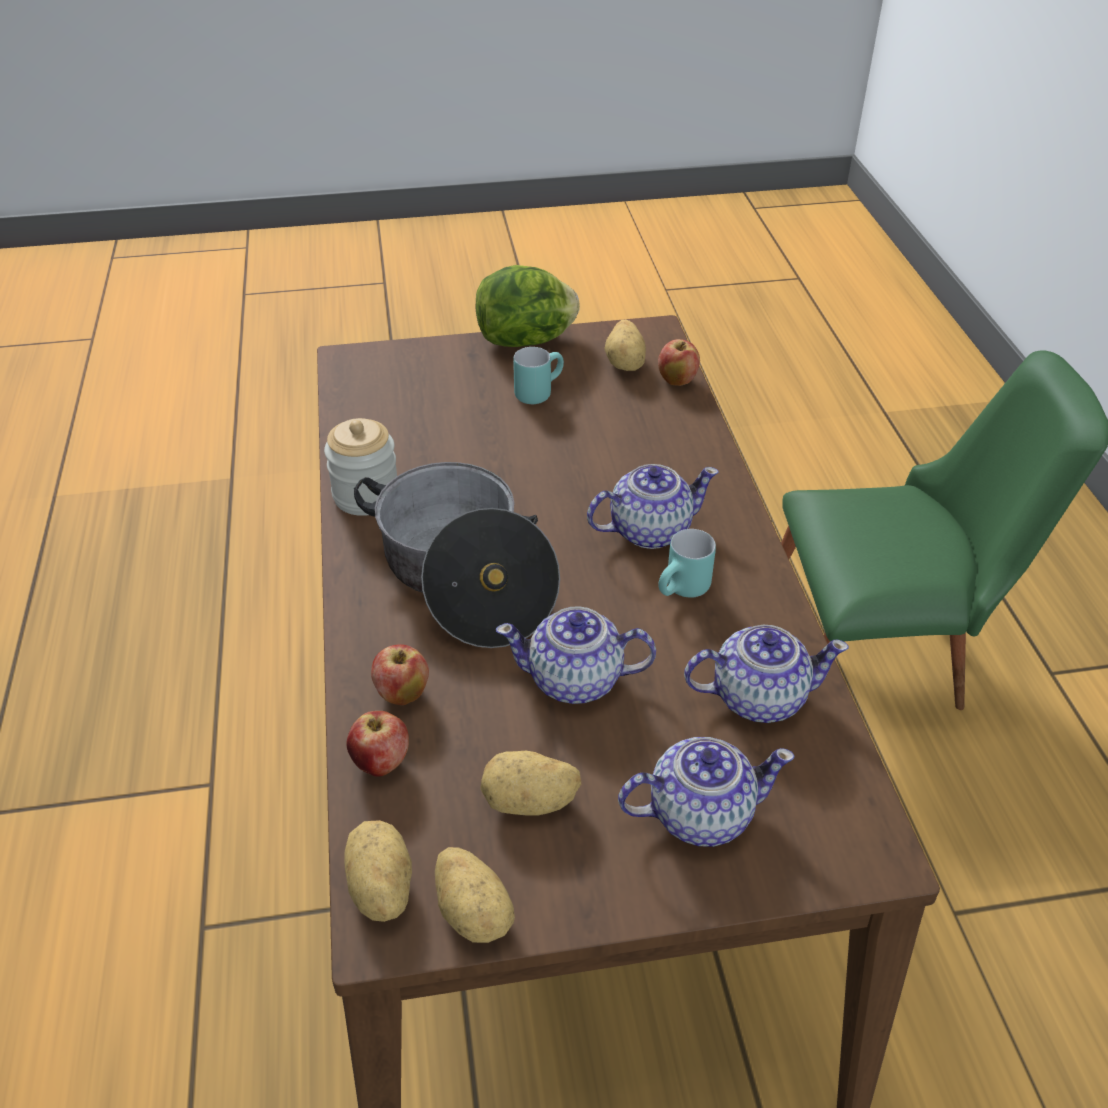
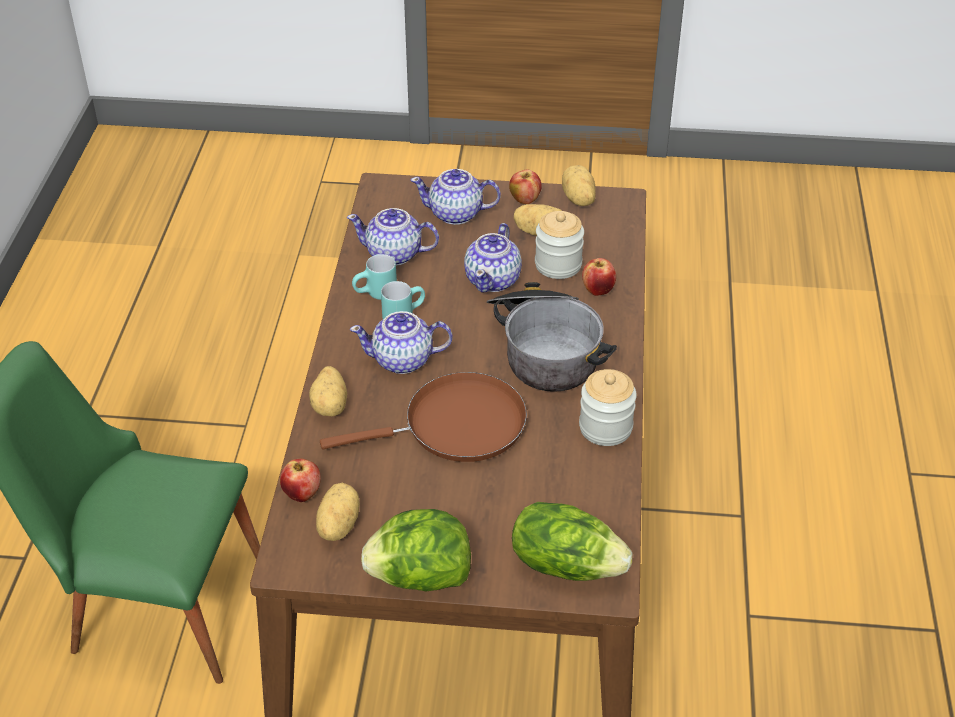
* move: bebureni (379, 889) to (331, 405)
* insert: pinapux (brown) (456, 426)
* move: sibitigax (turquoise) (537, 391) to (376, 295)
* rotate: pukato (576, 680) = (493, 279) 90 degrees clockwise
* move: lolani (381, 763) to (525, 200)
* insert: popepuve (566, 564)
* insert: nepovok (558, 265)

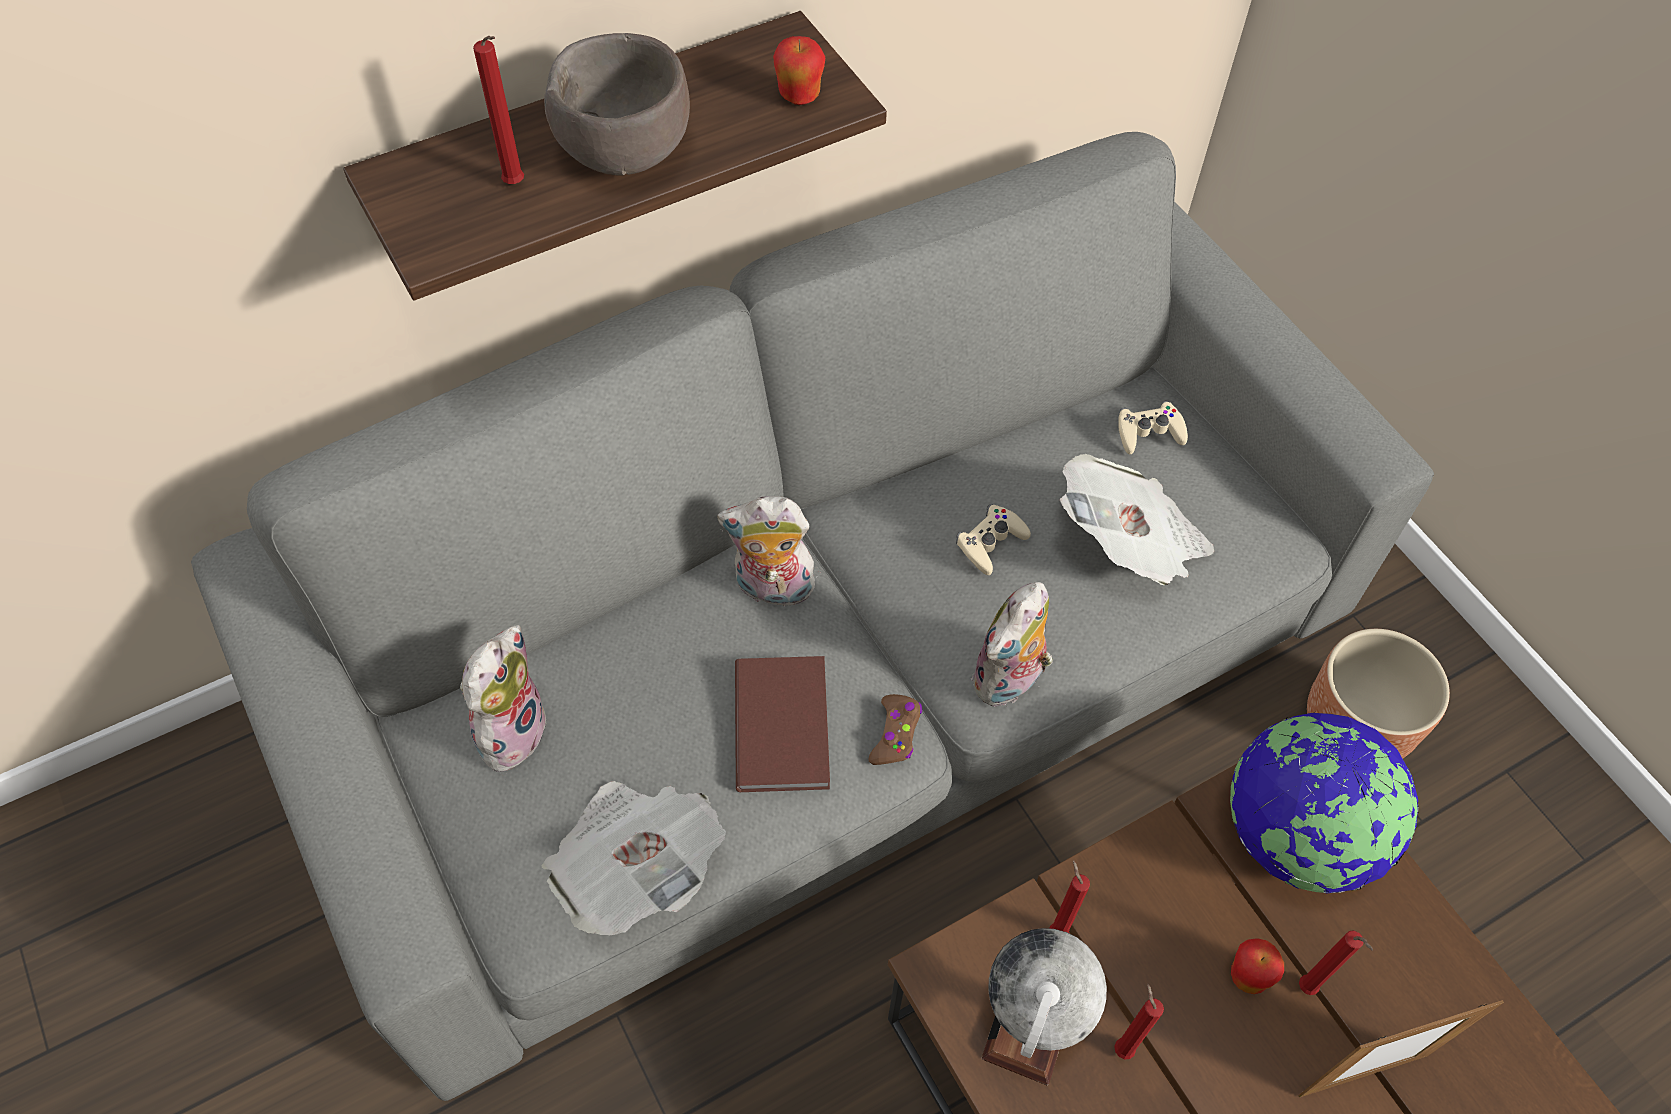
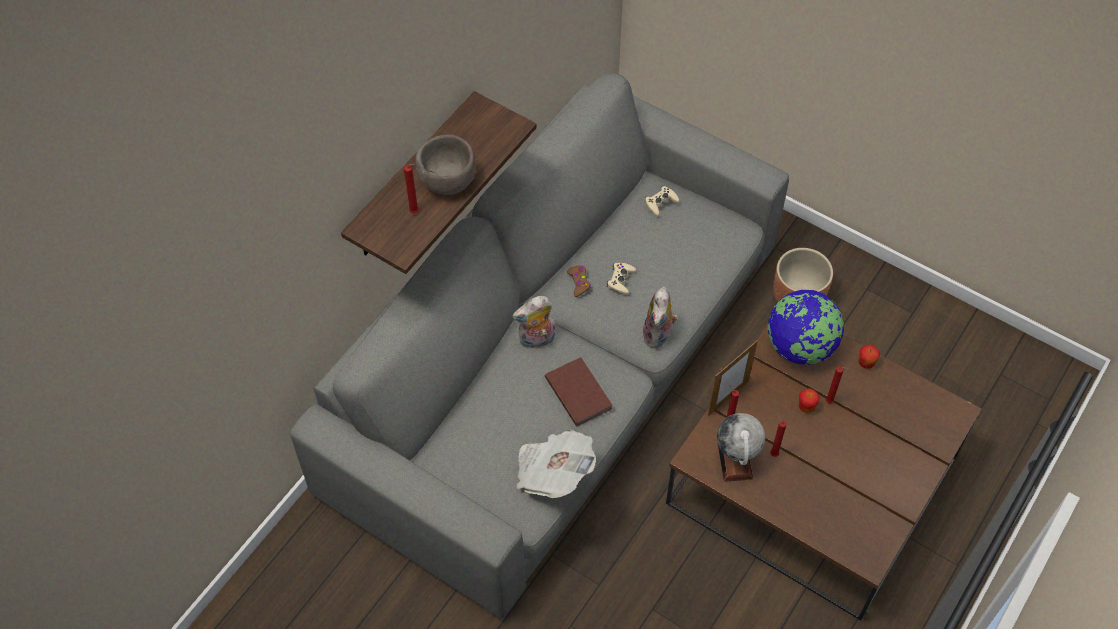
* move: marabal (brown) (895, 734) to (579, 282)
* move: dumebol (1363, 1075) to (728, 398)
* move: lolani (799, 97) to (866, 363)
* delete: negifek (510, 730)
* delete: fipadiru (1129, 544)

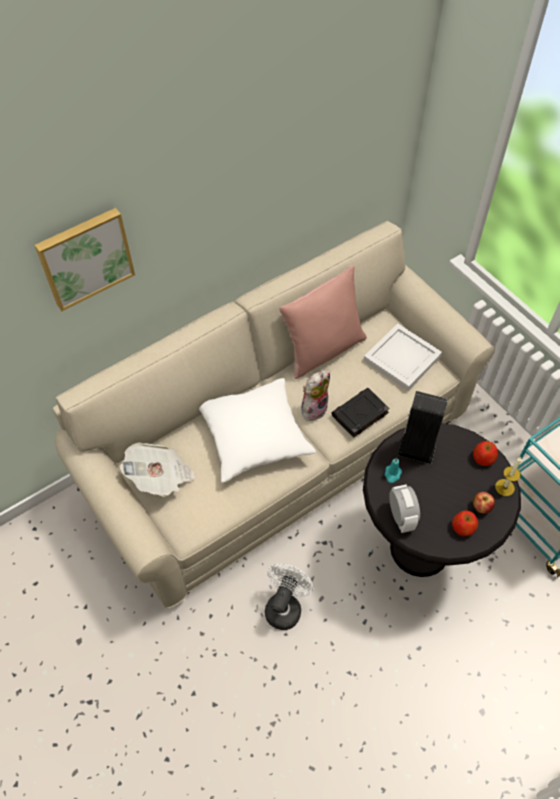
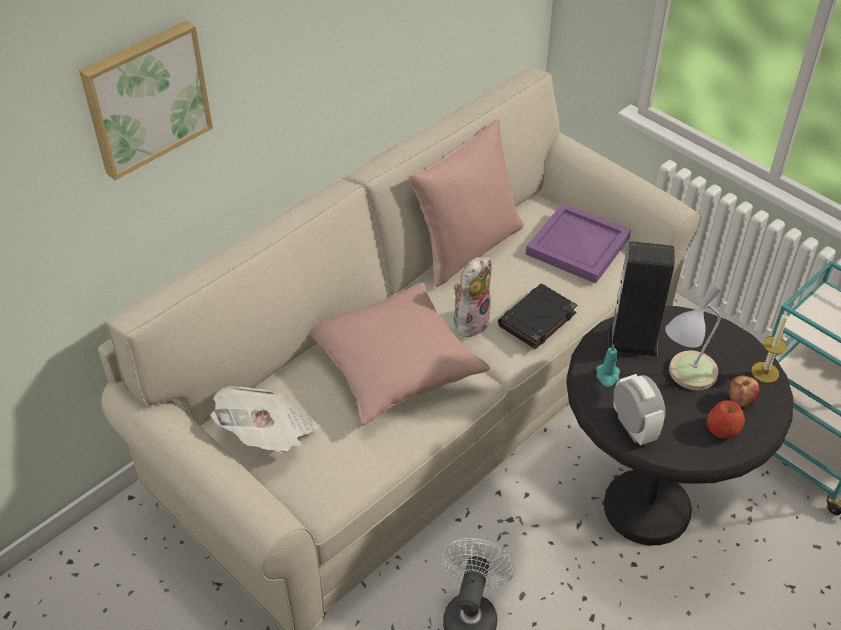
* recolor: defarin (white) (254, 436) to defarin (pink) (394, 365)
* recolor: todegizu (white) (402, 359) to todegizu (purple) (578, 247)
* insert: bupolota (684, 376)
* delete: lolani (483, 458)

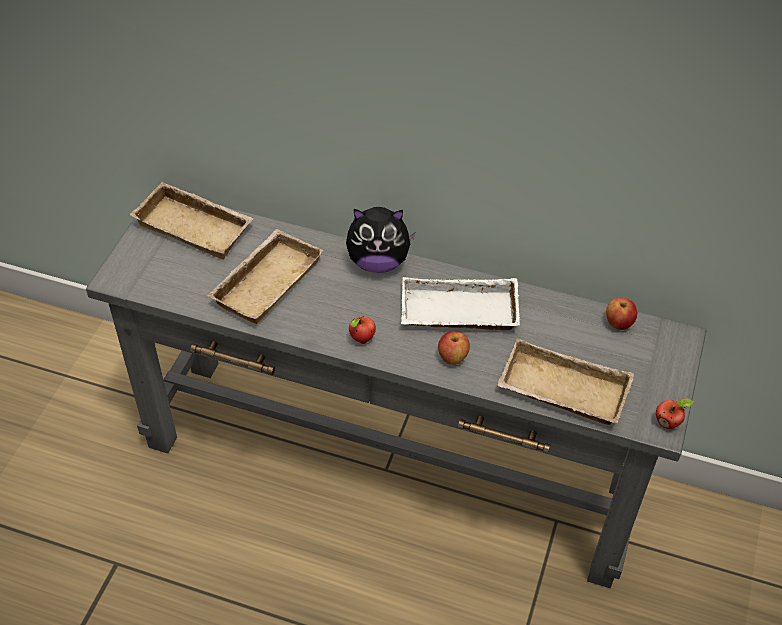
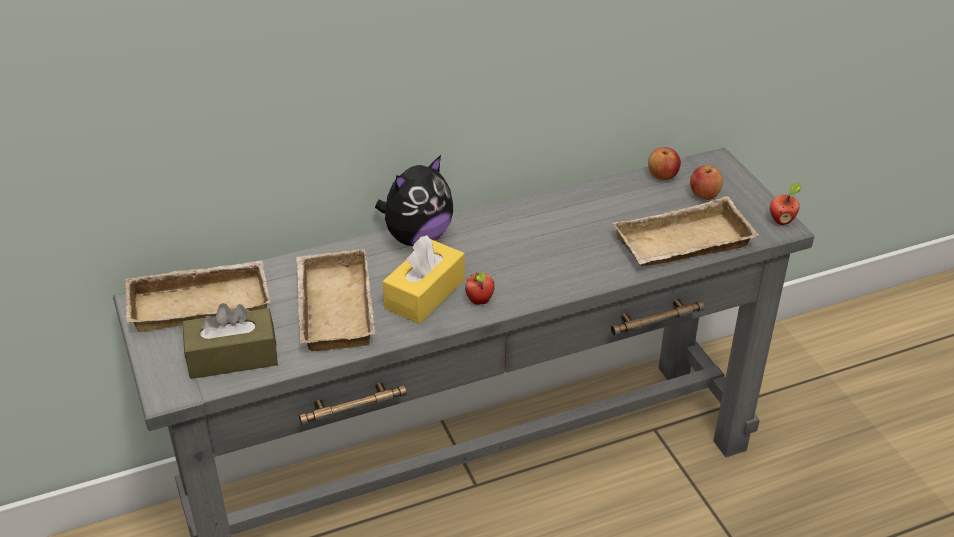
* insert: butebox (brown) (232, 357)
* insert: butebox (yellow) (425, 294)
* move: lolani (452, 357) to (704, 195)
* delete: todegizu (white) (457, 313)

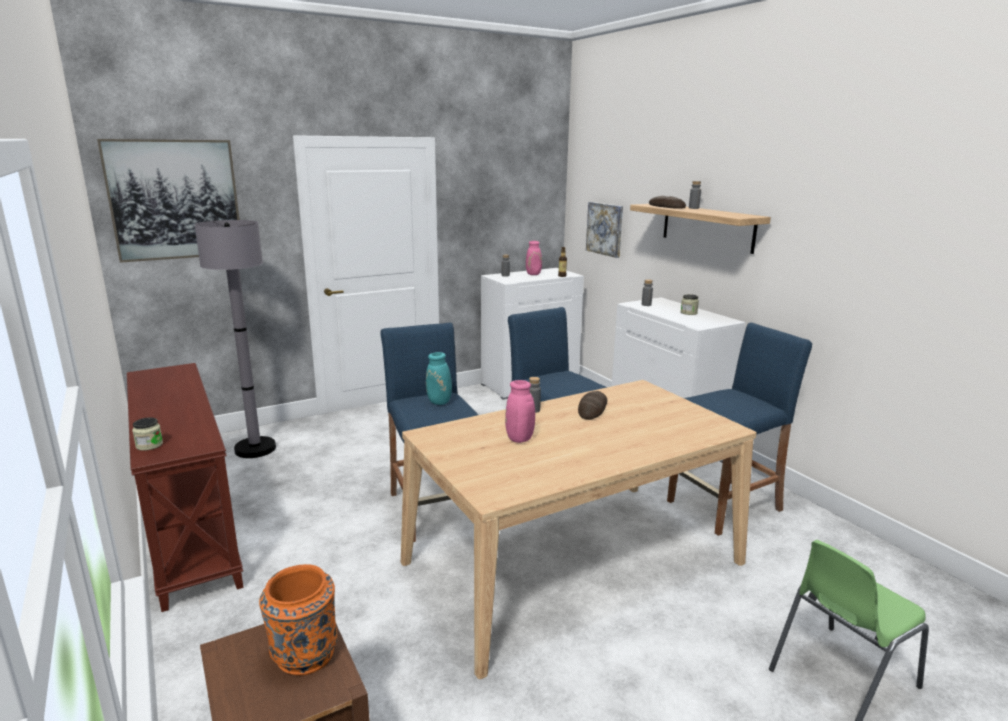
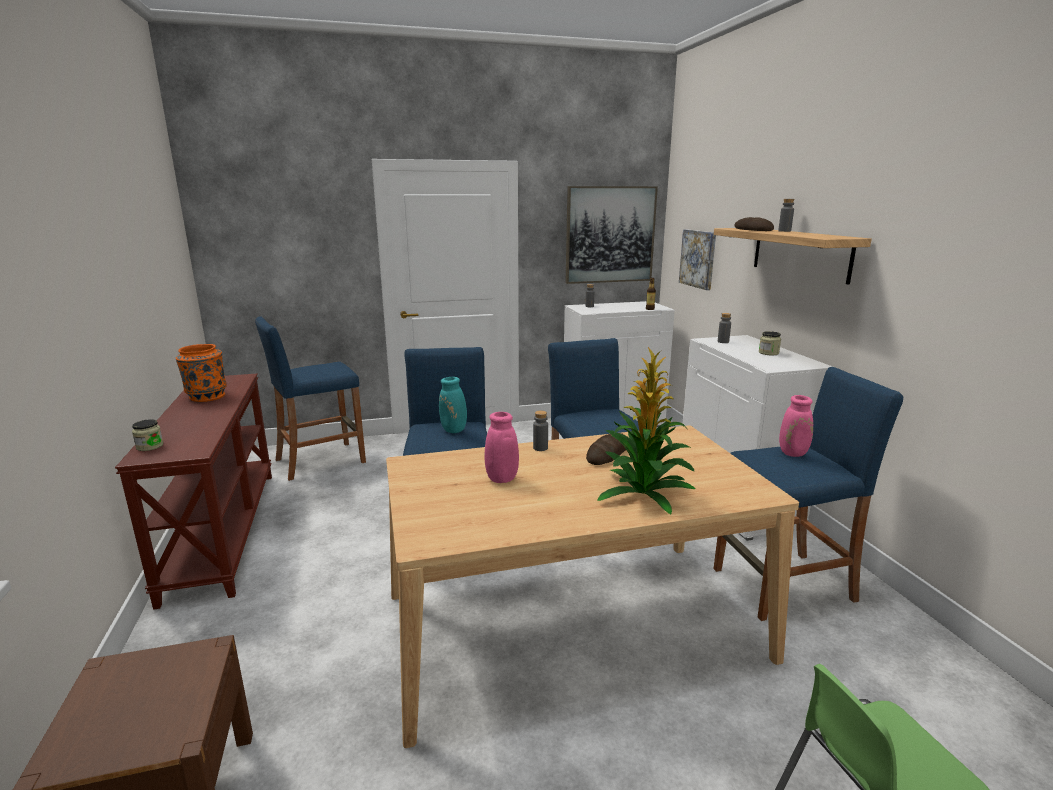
* move: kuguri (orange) (304, 655) to (206, 397)
* replace: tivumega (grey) (255, 449) to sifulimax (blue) (320, 461)
* move: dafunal (175, 200) to (610, 235)
* insert: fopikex (644, 492)
* move: kuguri (pink) (534, 274) to (794, 453)

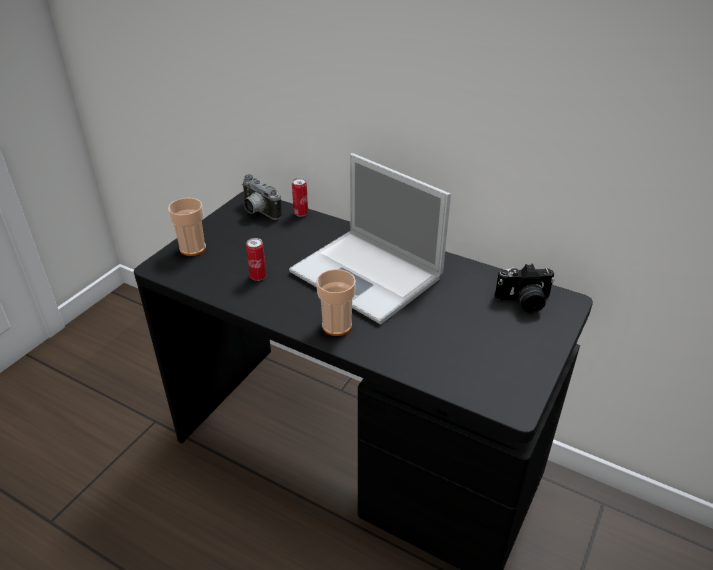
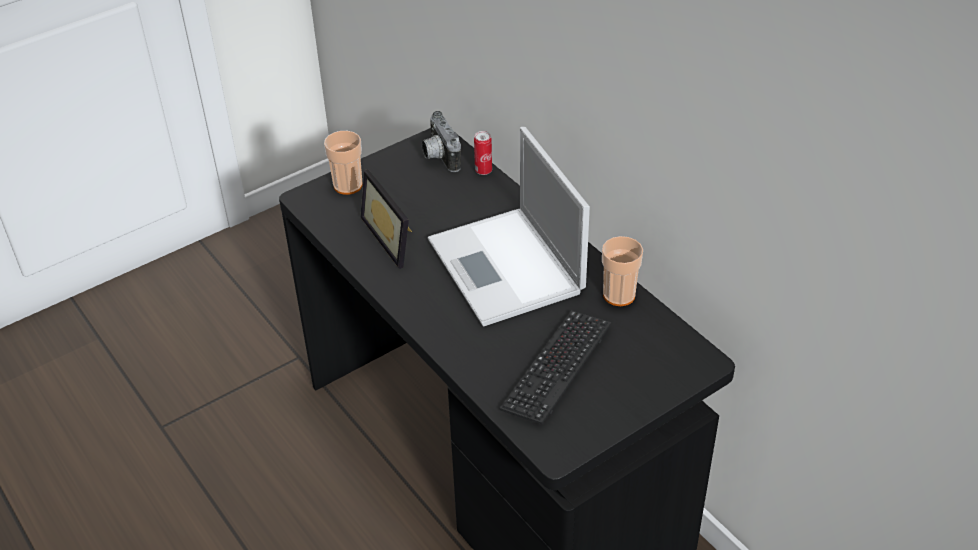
* replace: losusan (258, 277) to dumebol (394, 237)
* insert: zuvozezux (557, 368)
* move: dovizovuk (337, 326) to (619, 295)
* delete: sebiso (524, 302)

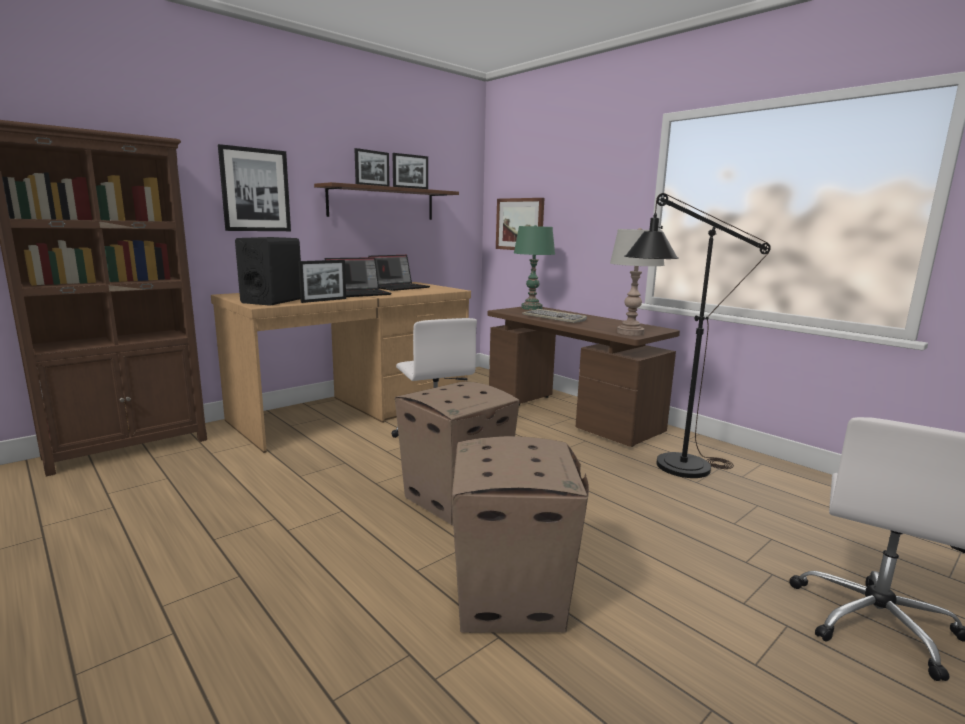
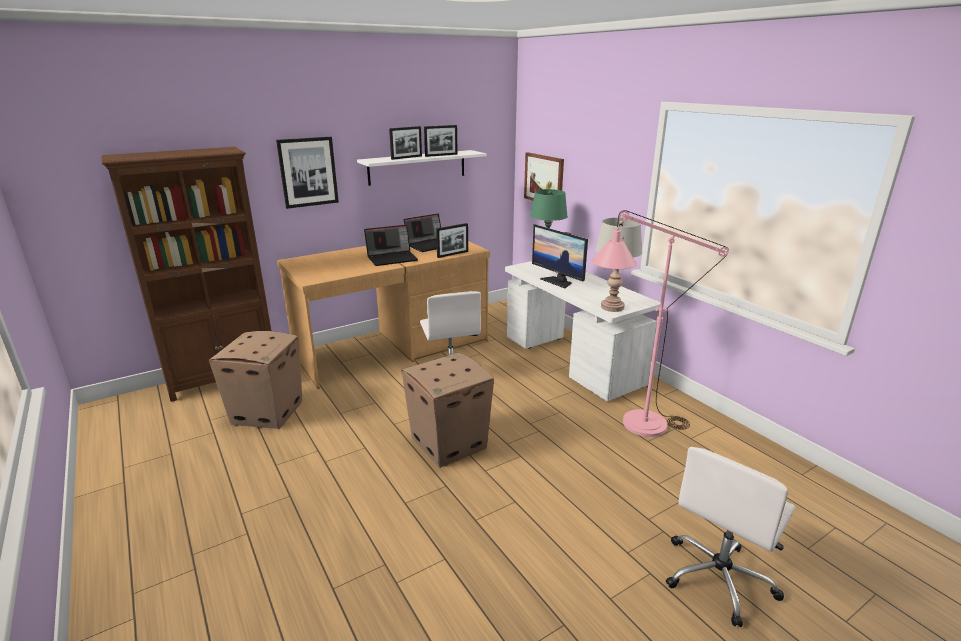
* move: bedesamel (511, 597) to (268, 412)
* recolor: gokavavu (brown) (382, 203) to gokavavu (white) (417, 167)
* move: dumebol (324, 300) to (452, 254)
* recolor: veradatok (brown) (570, 415) to veradatok (white) (571, 361)
* replace: zuvozezux (555, 318) to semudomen (558, 281)
* recolor: tivumega (black) (669, 467) to tivumega (pink) (632, 424)
* delete: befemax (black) (272, 301)

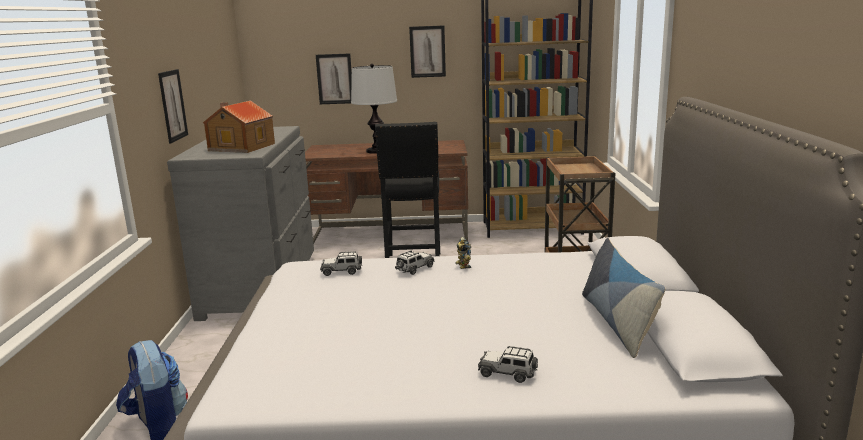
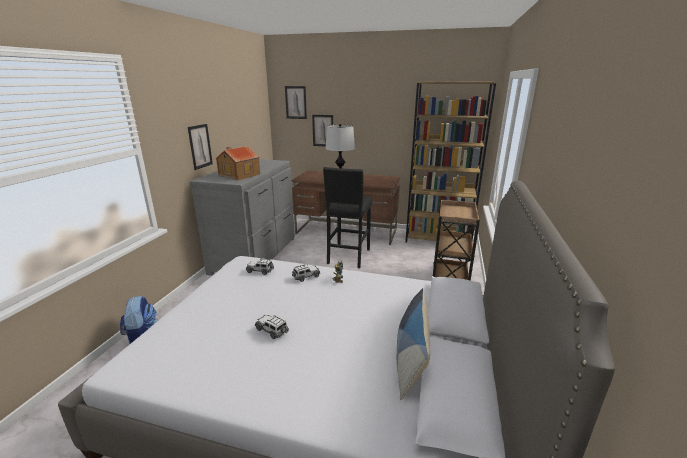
* move: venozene (507, 373) to (272, 330)
* move: dafunal (427, 51) to (296, 102)

